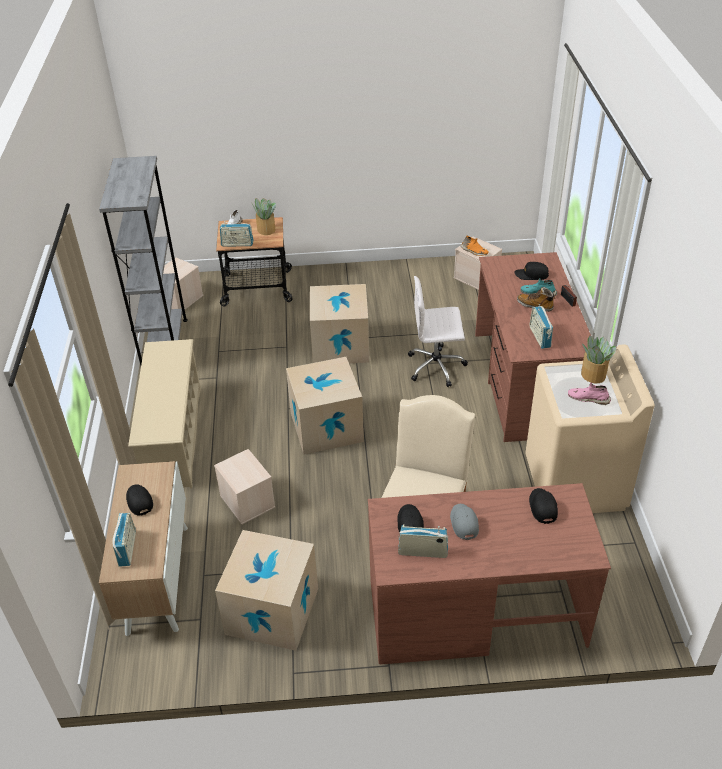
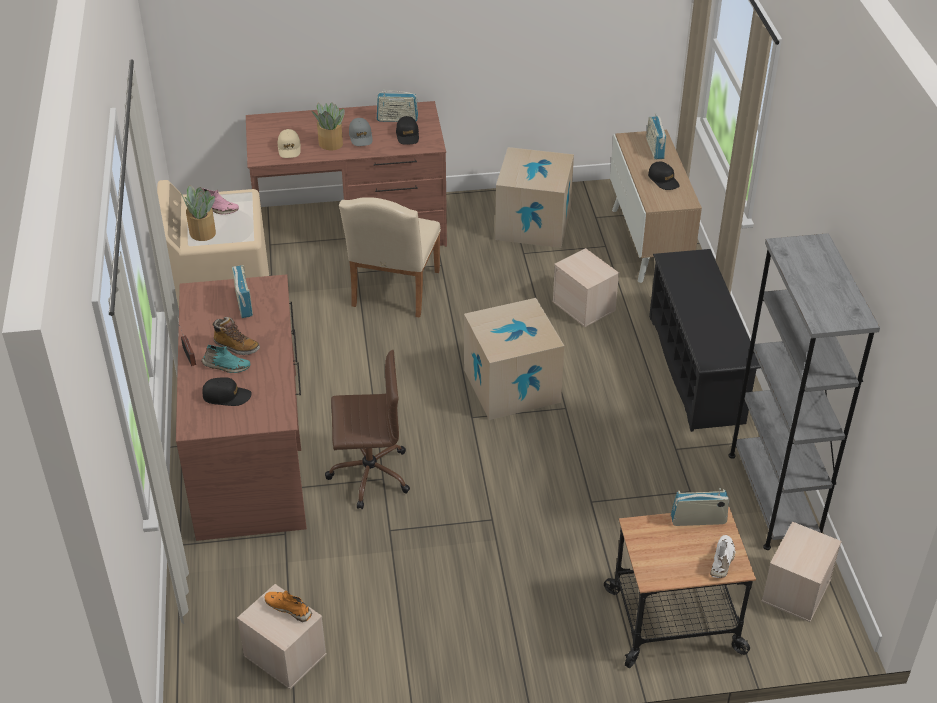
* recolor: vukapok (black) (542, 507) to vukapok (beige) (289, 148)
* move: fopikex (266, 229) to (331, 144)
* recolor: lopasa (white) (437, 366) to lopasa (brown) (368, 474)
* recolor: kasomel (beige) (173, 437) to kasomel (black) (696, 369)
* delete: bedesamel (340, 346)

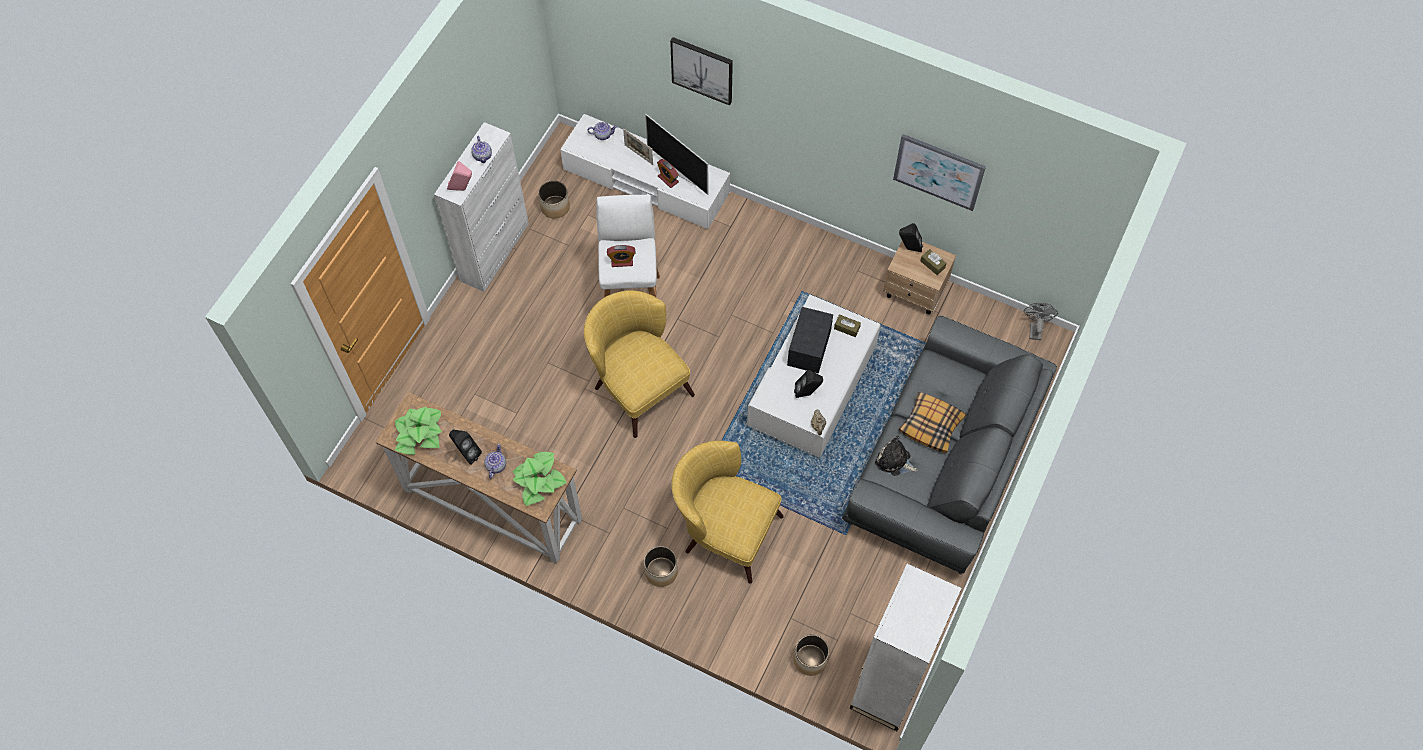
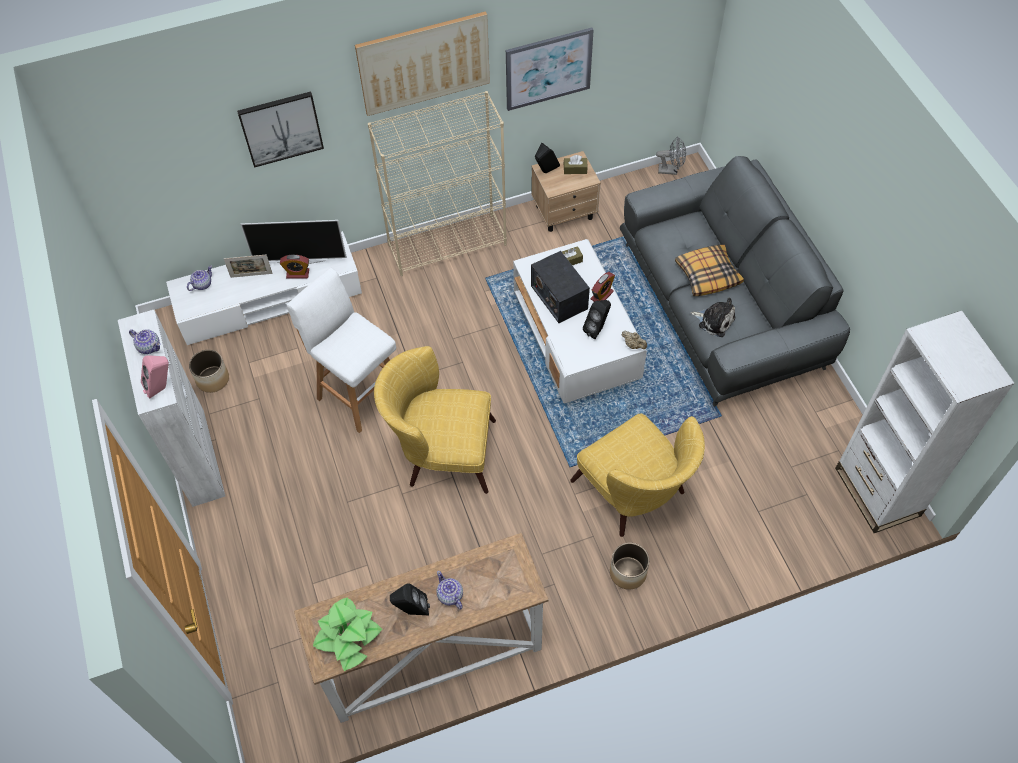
* insert: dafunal (424, 63)
* insert: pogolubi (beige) (448, 244)
* rotate: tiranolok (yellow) (724, 529) = (635, 495) 105 degrees counterclockwise
* move: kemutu (622, 261) to (602, 295)
* rotate: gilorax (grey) (1035, 328) = (671, 170) 135 degrees clockwise
* rotate: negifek (894, 461) = (714, 320) 135 degrees counterclockwise
* delete: fopikex (539, 480)
* delete: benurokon (810, 660)

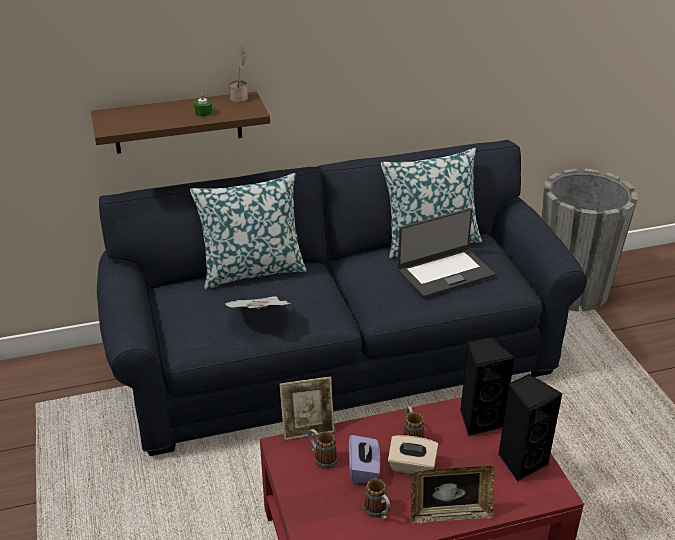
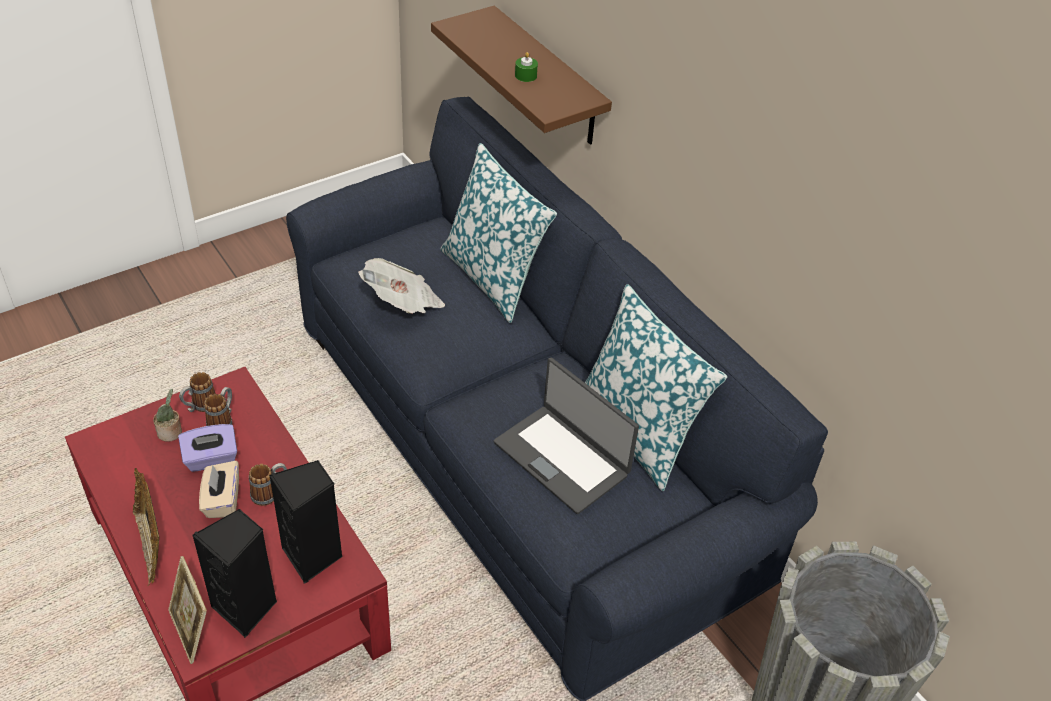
* move: fopikex (239, 98) to (171, 433)
* move: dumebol (308, 429) to (193, 631)
* move: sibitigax (378, 512) to (200, 406)

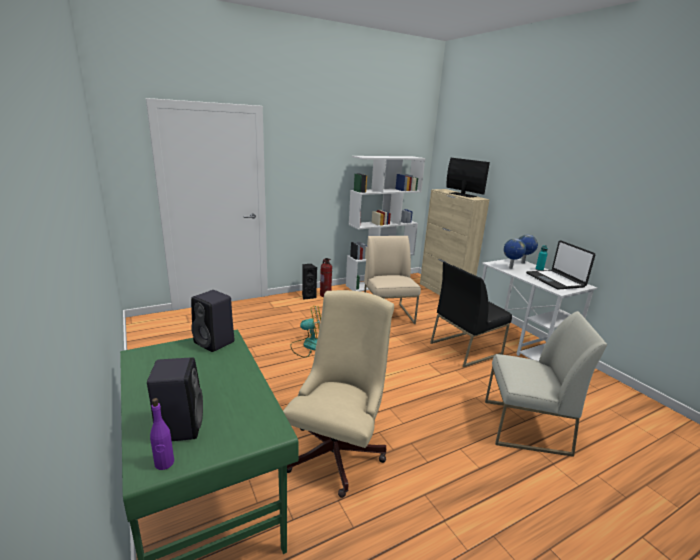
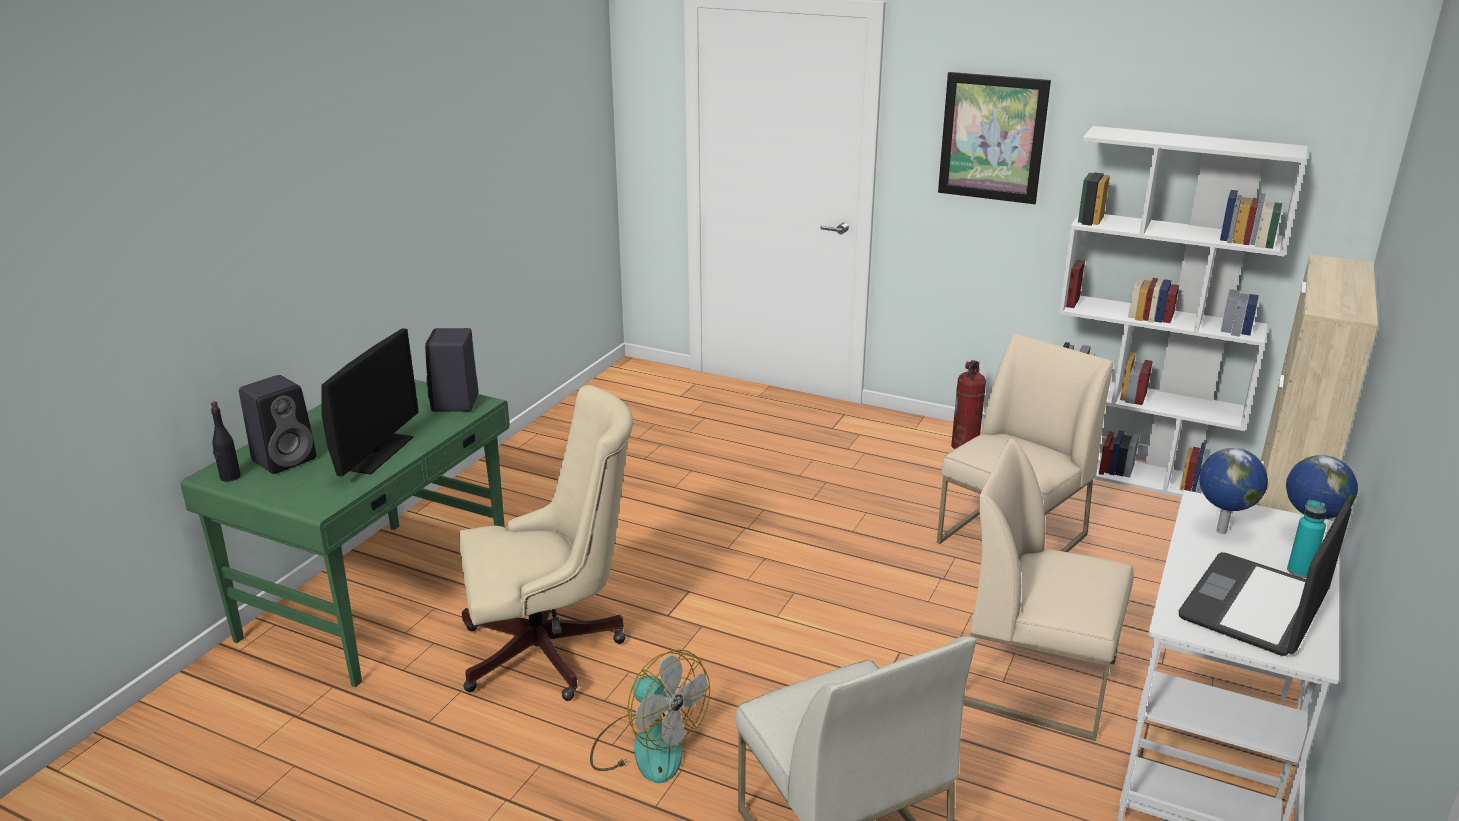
* recolor: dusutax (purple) (164, 463) to dusutax (black) (230, 477)
* move: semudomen (462, 195) to (376, 453)
* move: gilorax (309, 346) to (647, 746)
* insert: dafunal (992, 138)
* recolor: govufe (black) (465, 348) to govufe (beige) (1037, 680)
* delete: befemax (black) (308, 296)

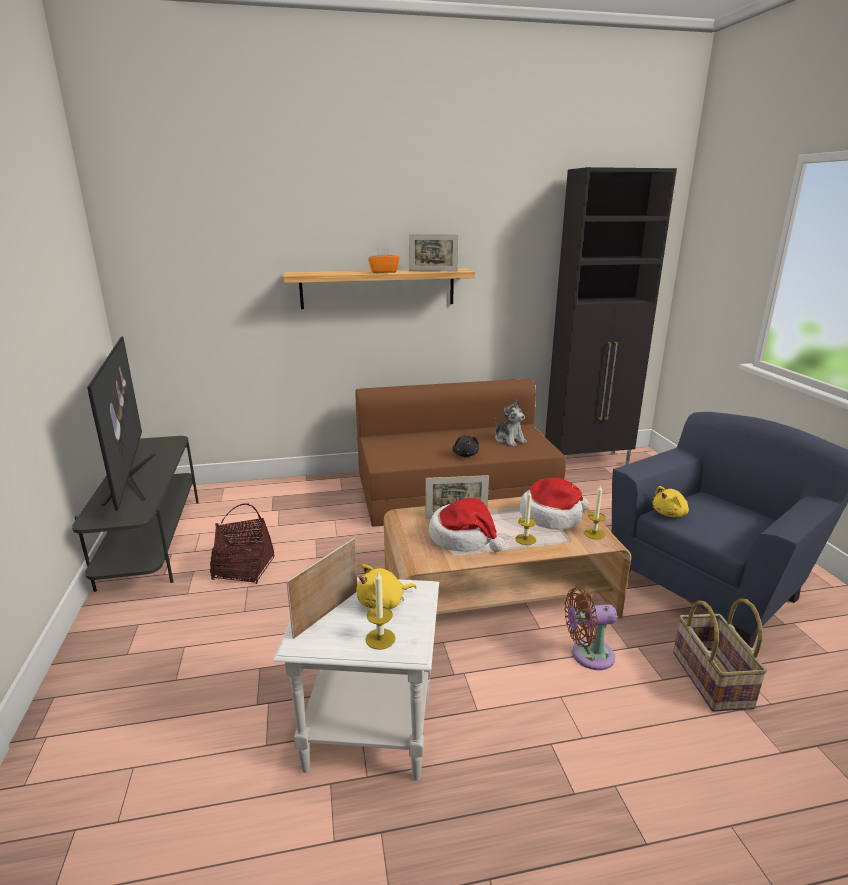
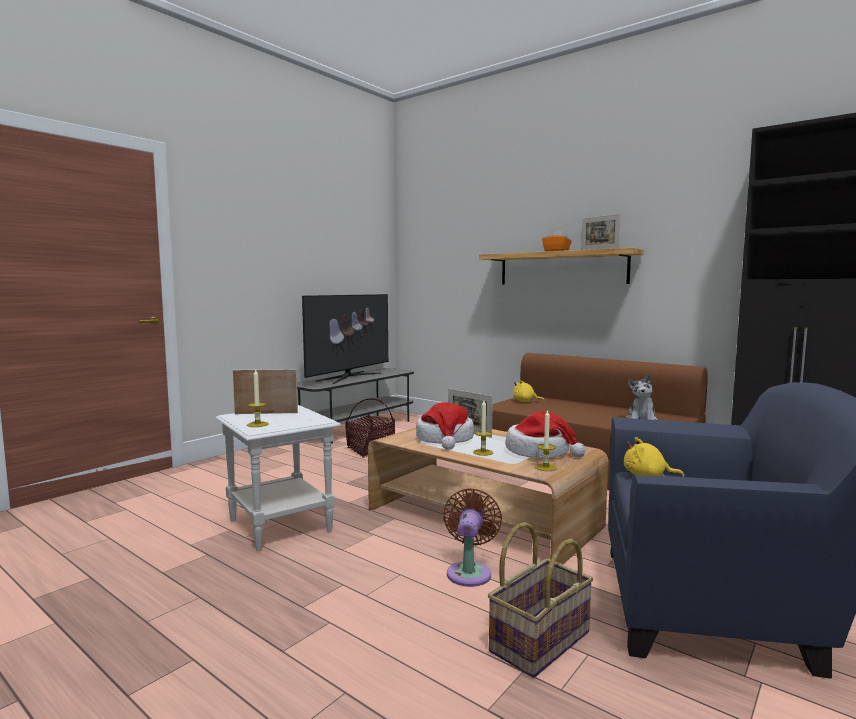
* rotate: gilorax (brown) (588, 655) = (469, 572) 60 degrees clockwise
* move: negifek (yellow) (383, 603) to (525, 401)
* delete: negifek (black) (465, 455)

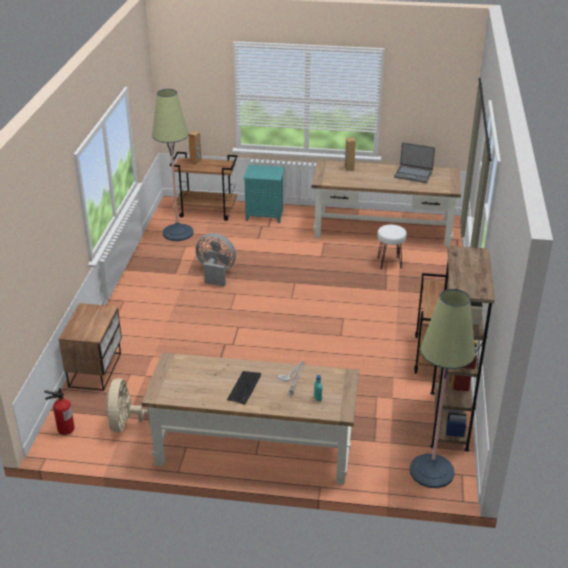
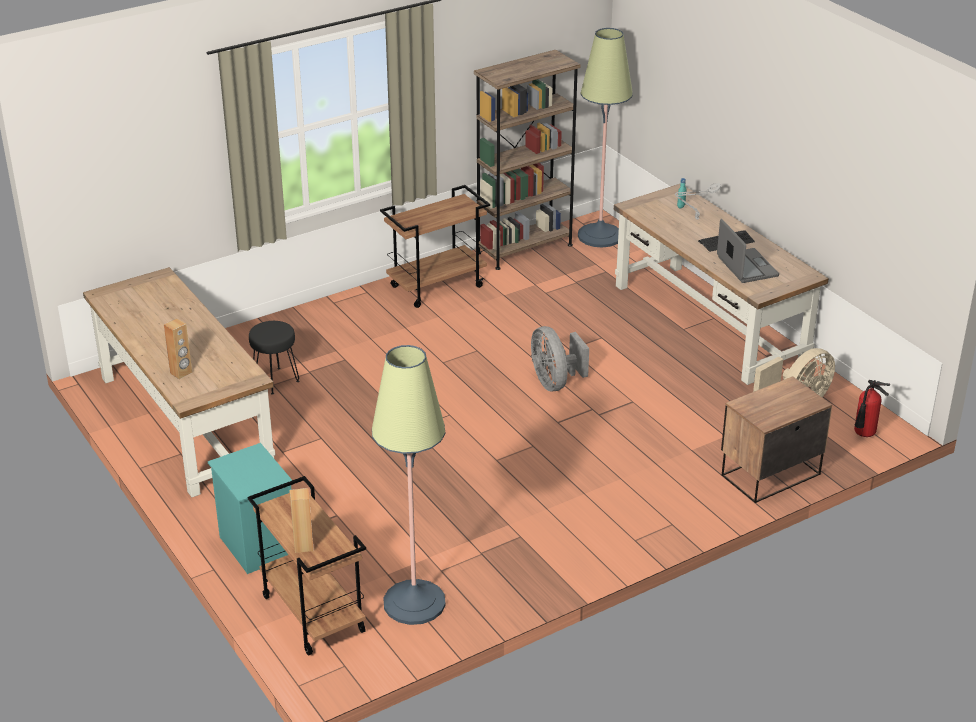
* recolor: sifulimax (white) (389, 263) to sifulimax (black) (276, 381)
* move: gilorax (grey) (216, 273) to (555, 382)
* move: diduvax (413, 174) to (746, 267)

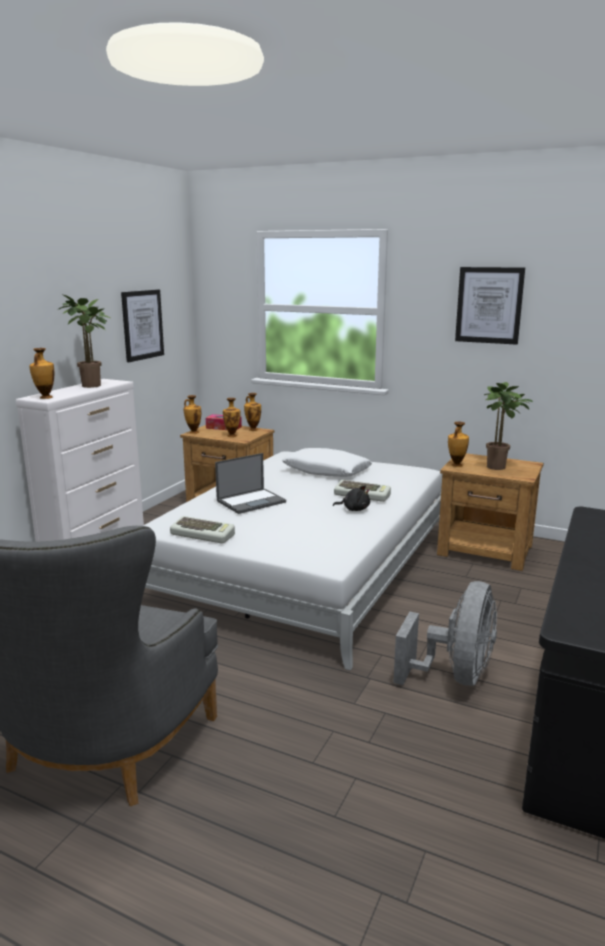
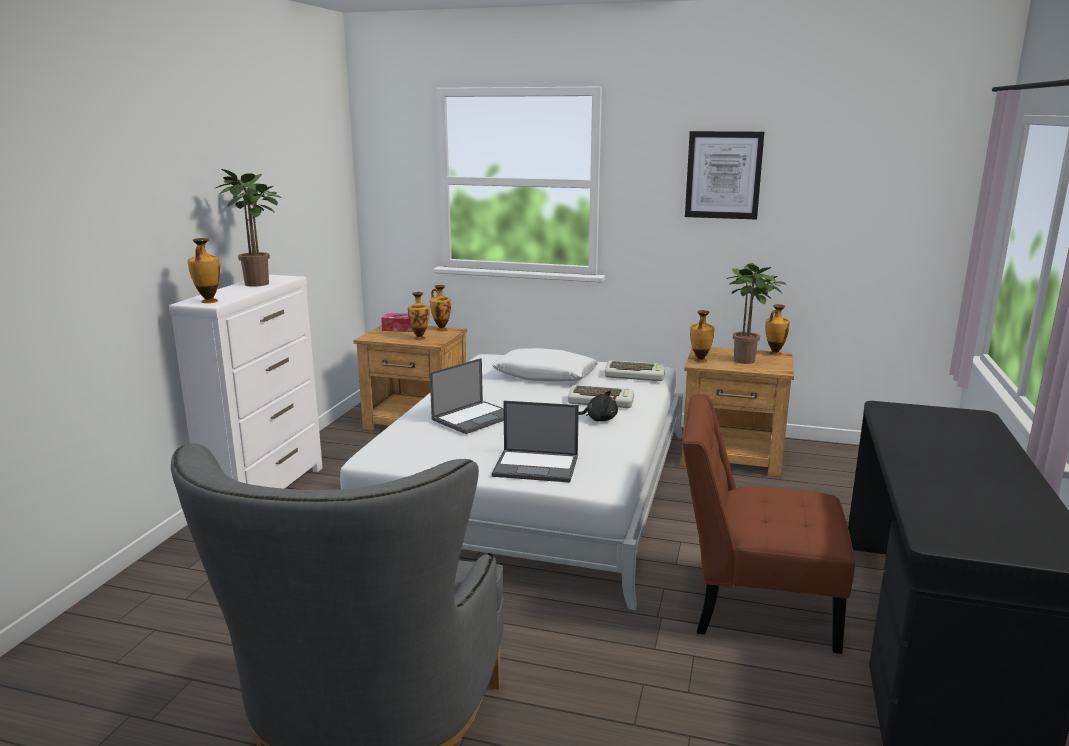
* insert: diduvax (537, 466)
* move: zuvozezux (204, 534) to (635, 376)
* replace: gilorax (grey) (455, 675) to govufe (brown) (754, 604)
* move: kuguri (193, 432) to (774, 353)
* delete: dafunal (142, 325)

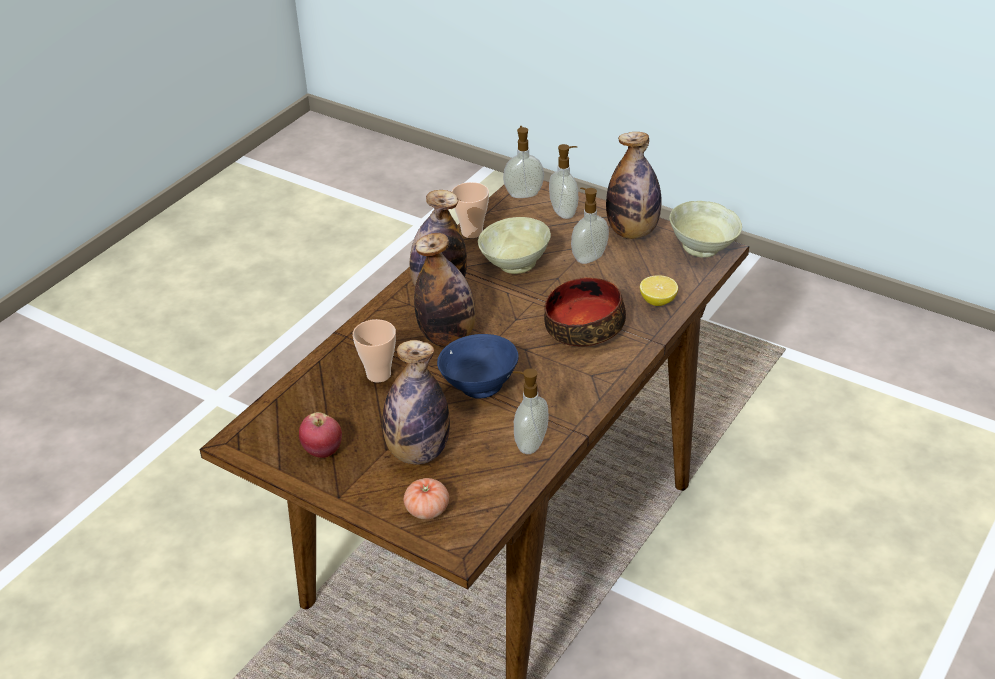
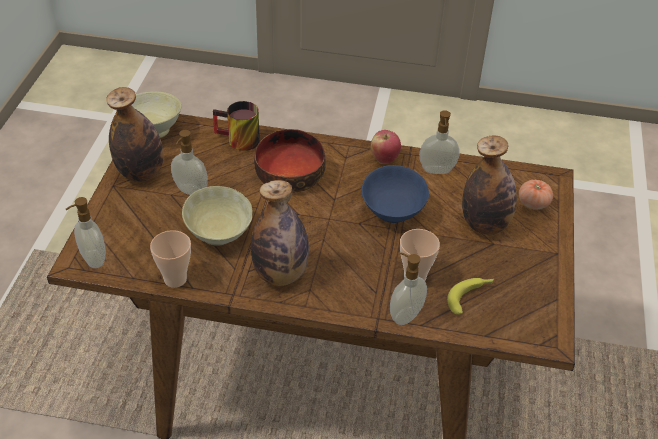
* replace: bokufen (658, 301) to sibitigax (237, 141)
* move: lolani (323, 451) to (384, 159)
* move: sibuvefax (564, 212) to (405, 315)
* insert: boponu (470, 296)
* delete: dusutax (447, 337)

